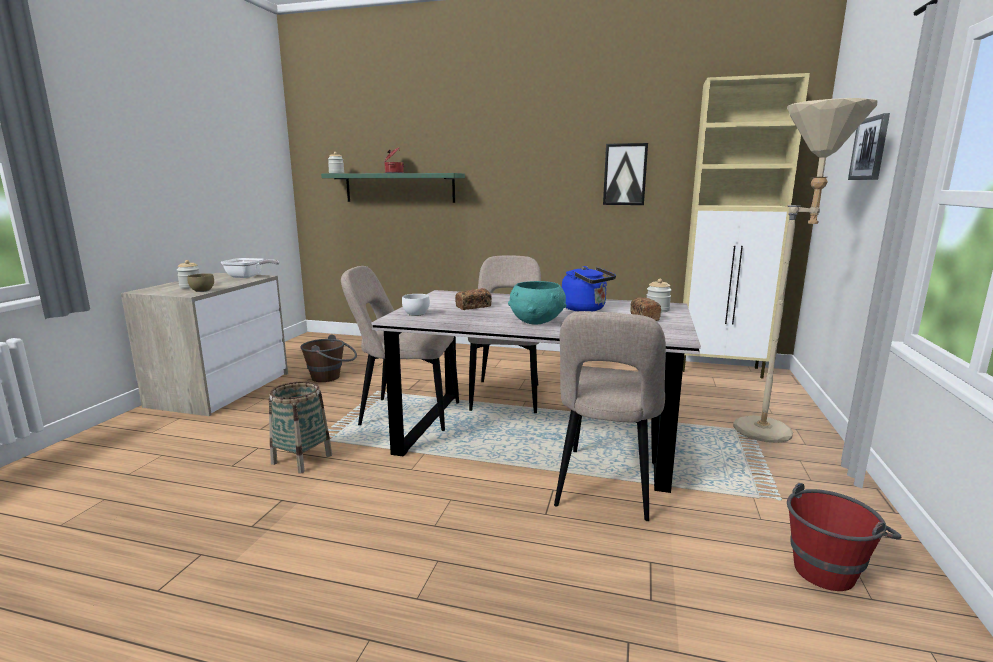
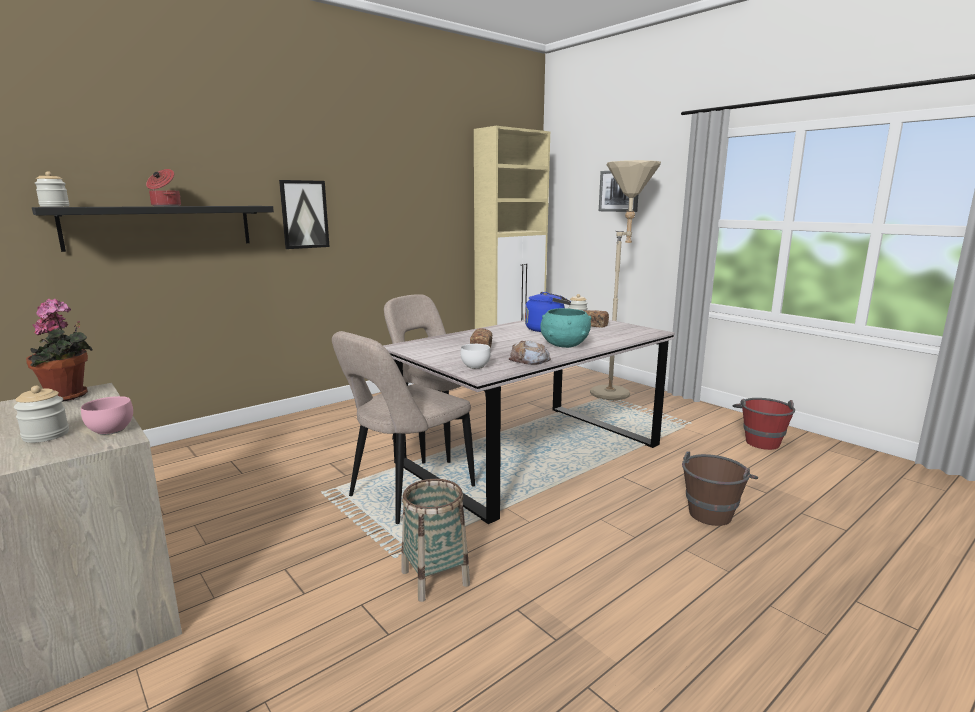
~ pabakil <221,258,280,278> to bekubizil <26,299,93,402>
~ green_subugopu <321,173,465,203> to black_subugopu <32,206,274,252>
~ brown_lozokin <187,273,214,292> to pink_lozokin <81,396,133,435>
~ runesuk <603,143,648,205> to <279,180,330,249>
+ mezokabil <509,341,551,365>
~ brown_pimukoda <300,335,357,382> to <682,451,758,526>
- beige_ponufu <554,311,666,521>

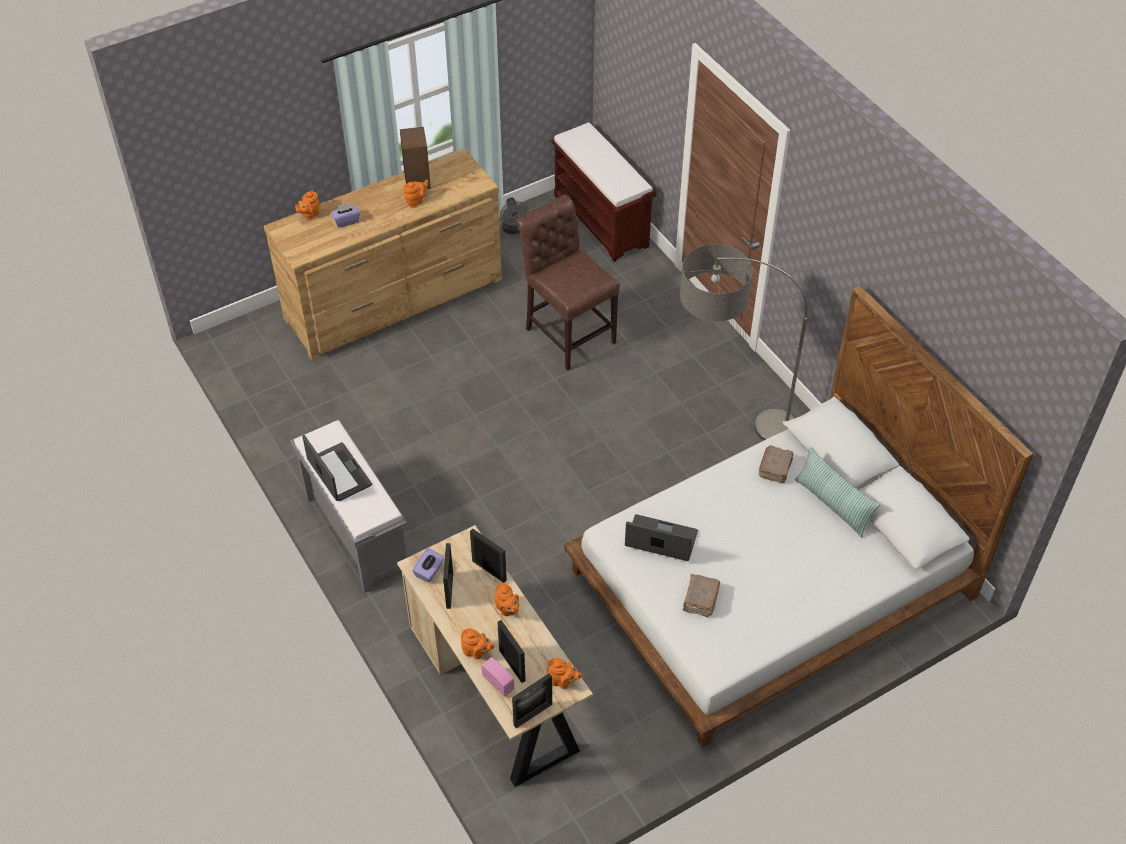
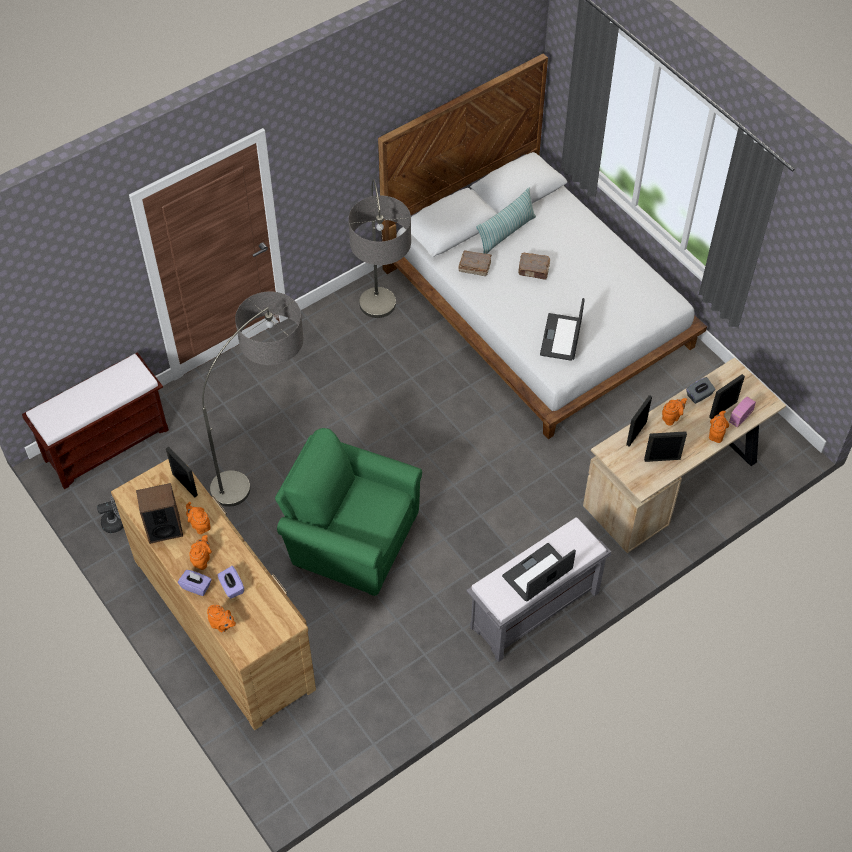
~ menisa <512,673,552,729> to <166,447,198,497>
~ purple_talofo <413,548,444,583> to <178,570,212,596>
~ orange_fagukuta <547,658,582,689> to <189,535,212,570>
~ brown_ponufu <516,195,620,370> to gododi <202,291,304,507>
+ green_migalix <275,428,422,596>
~ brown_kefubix <683,574,720,617> to <518,253,550,280>
+ grey_talofo <686,377,715,404>

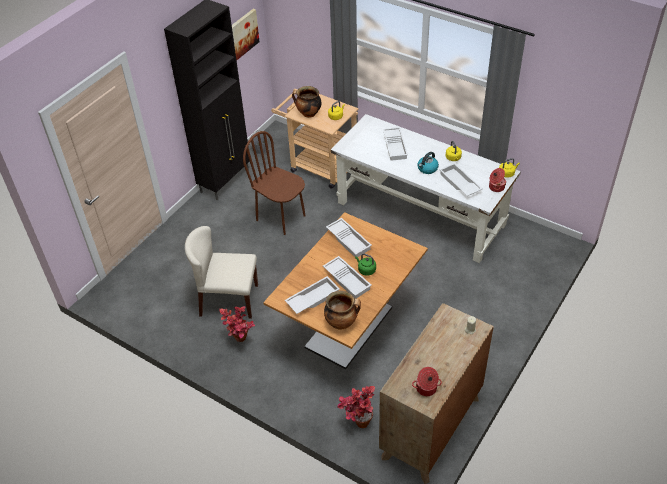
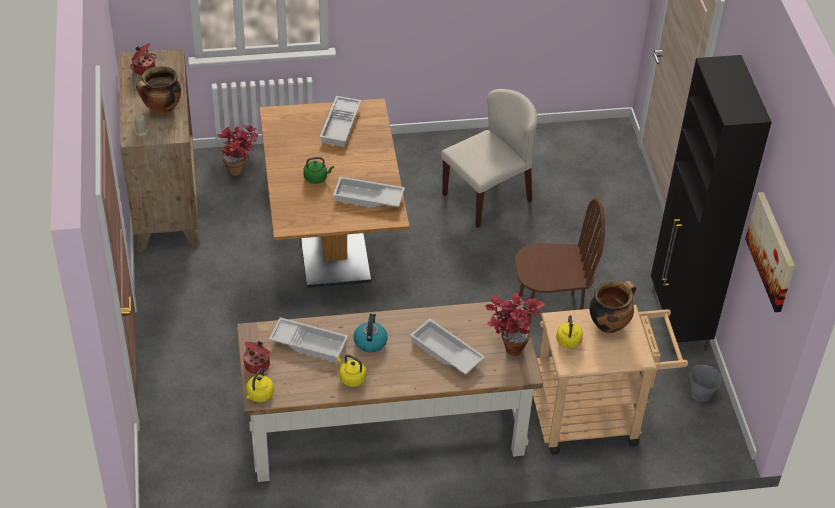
~ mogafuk <324,291,361,329> to <136,66,181,115>
~ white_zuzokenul <331,114,521,263> to brown_zuzokenul <237,299,543,482>
~ bekubizil <219,306,255,342> to <485,293,545,356>
- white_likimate <323,256,372,299>

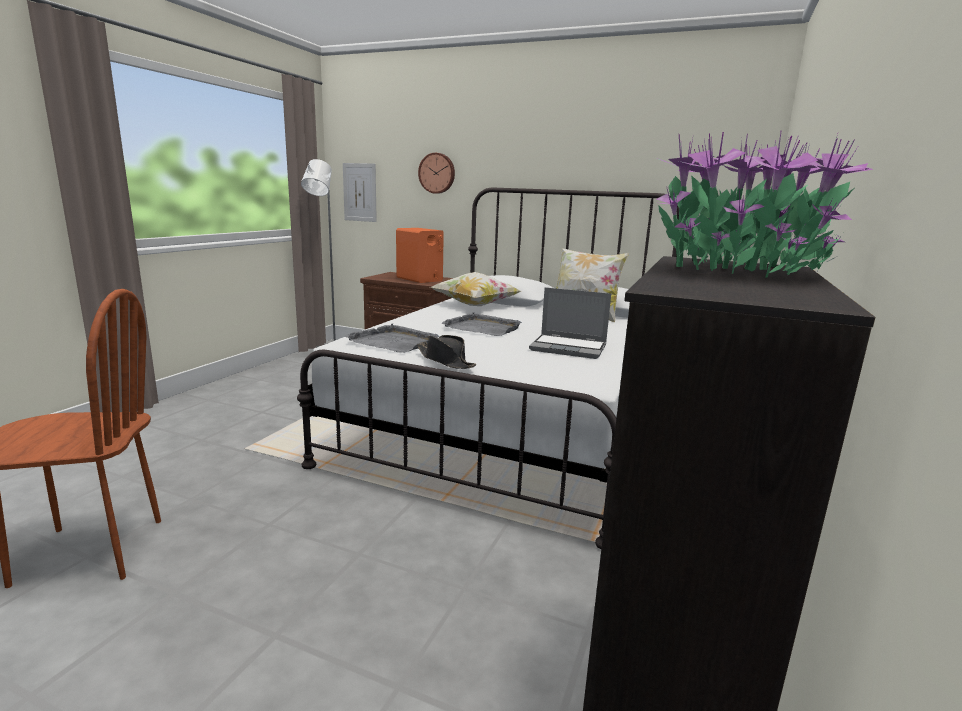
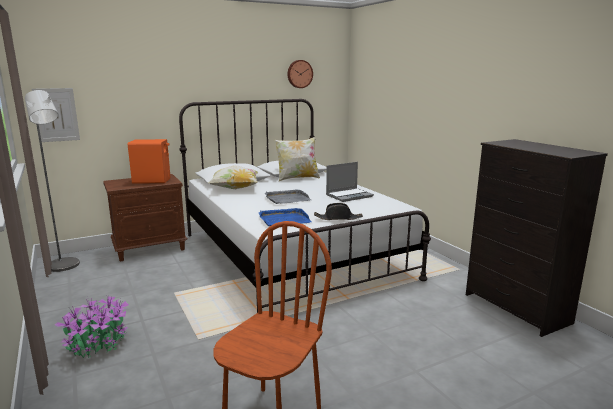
~ bekubizil <656,132,874,277> to <55,297,129,358>
~ grey_likimate <345,323,439,353> to blue_likimate <259,208,311,226>
~ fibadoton <418,153,455,194> to <288,60,313,88>

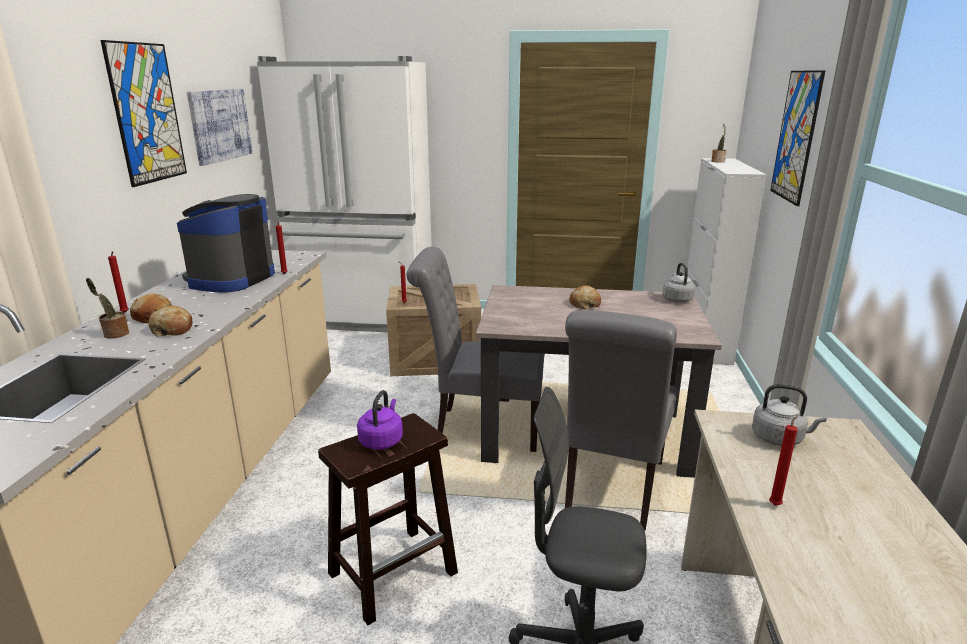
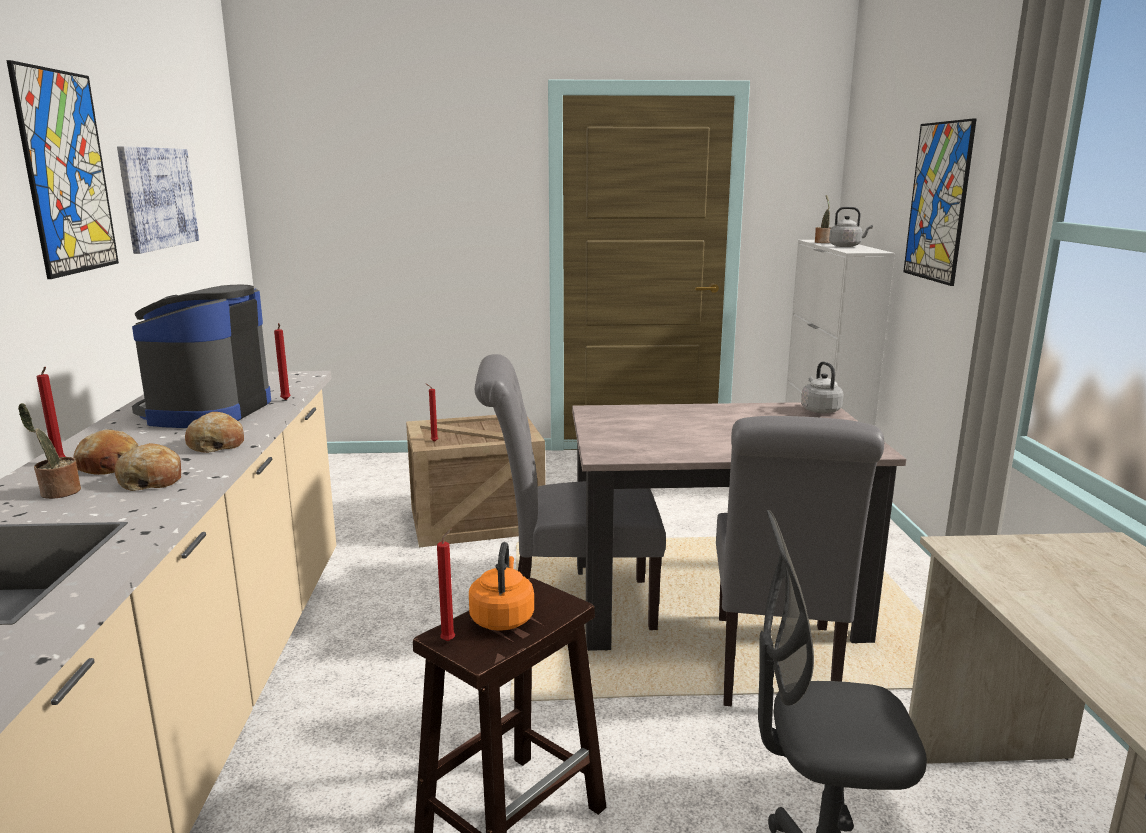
~ mezokabil <569,285,601,309> to <185,412,244,453>
~ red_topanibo <769,414,798,505> to <437,528,455,641>
~ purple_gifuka <357,390,403,450> to orange_gifuka <469,542,534,631>
~ grey_gifuka <752,384,827,446> to <829,207,873,247>
- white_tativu <257,56,432,332>

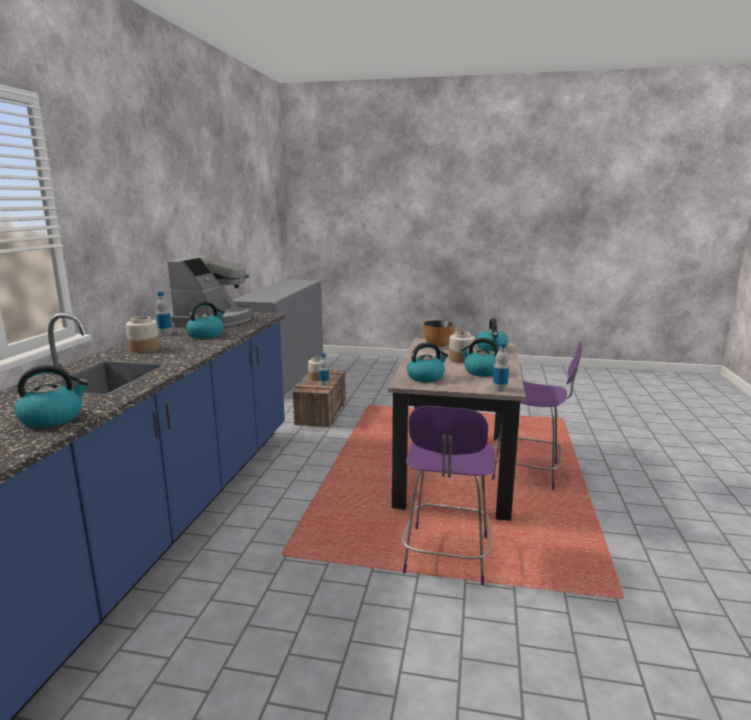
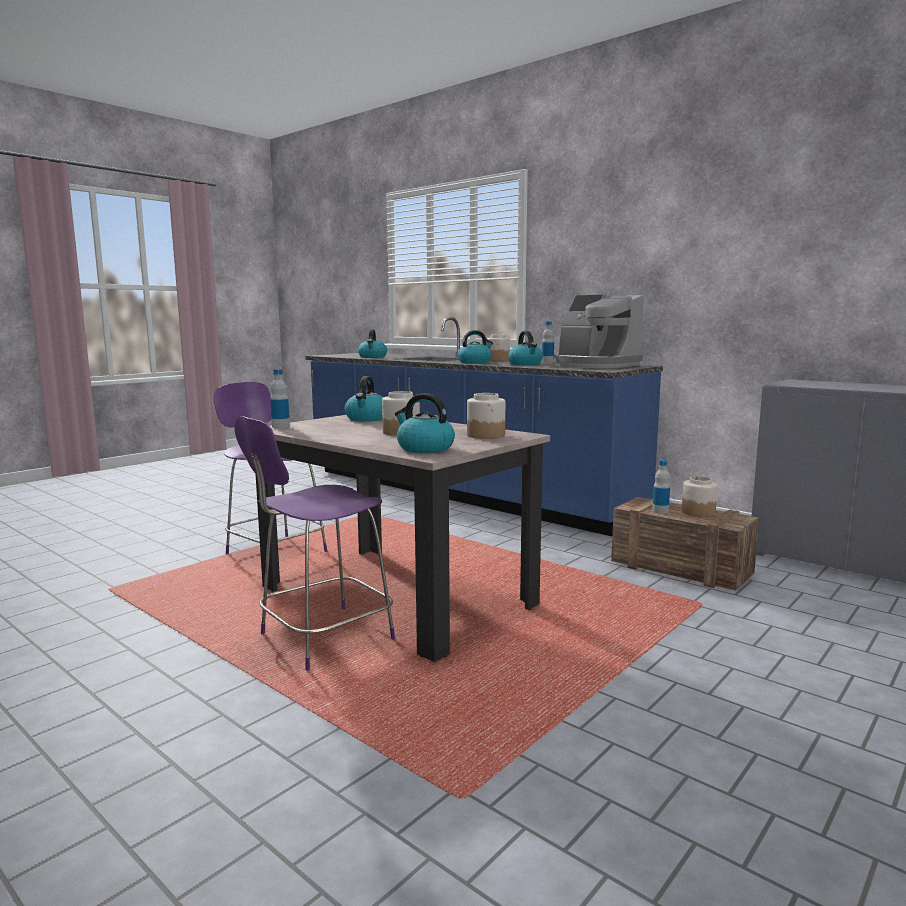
~ gifuka <460,338,499,377> to <458,330,493,364>
~ lozokin <423,320,455,347> to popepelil <467,393,505,439>

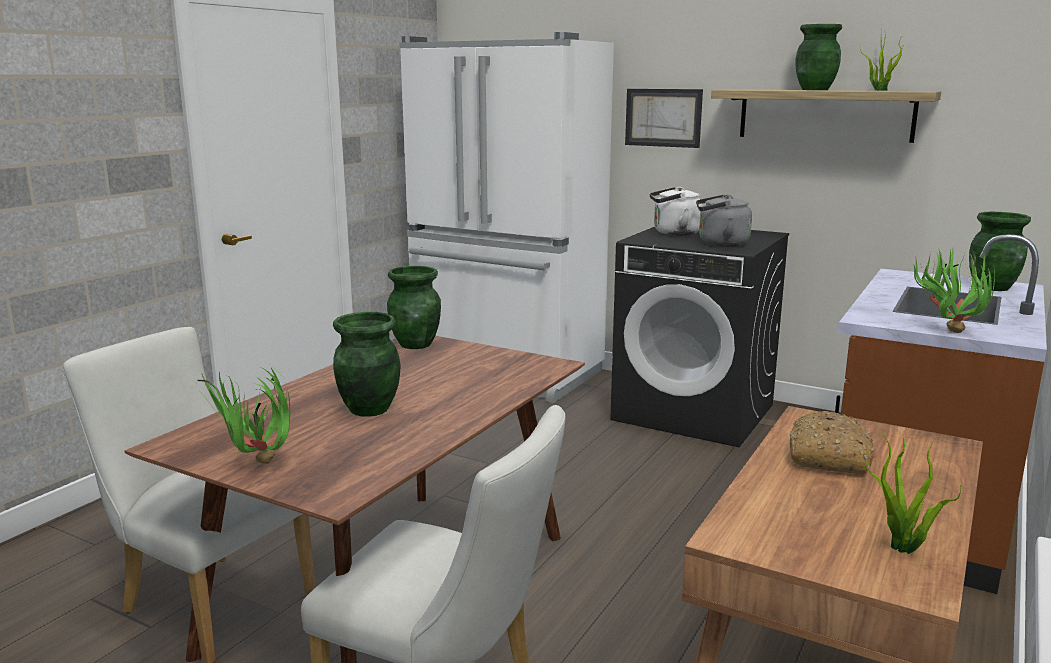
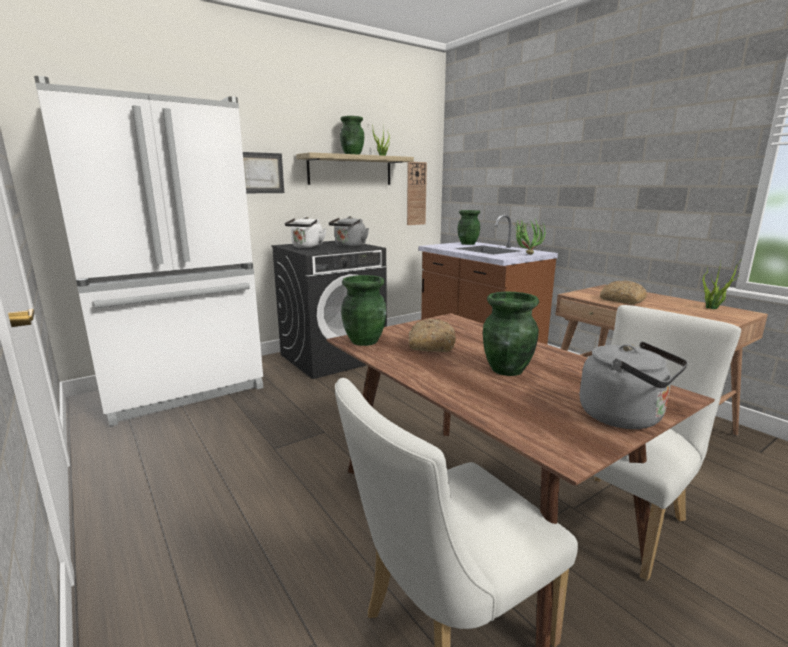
+ fibadoton <407,162,427,225>
+ mezokabil <409,319,456,352>
~ bekubizil <195,364,290,464> to grey_gifuka <580,342,688,429>

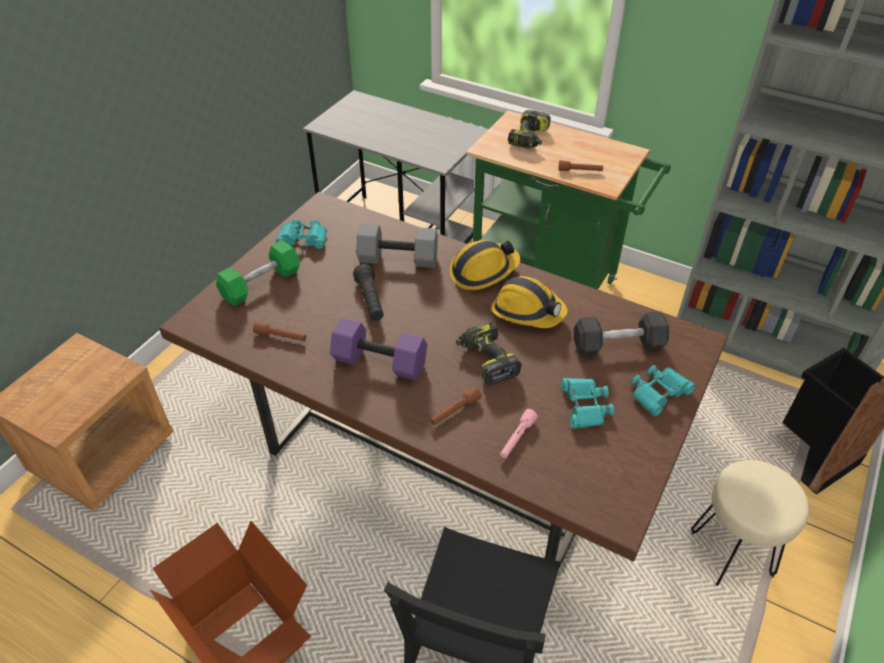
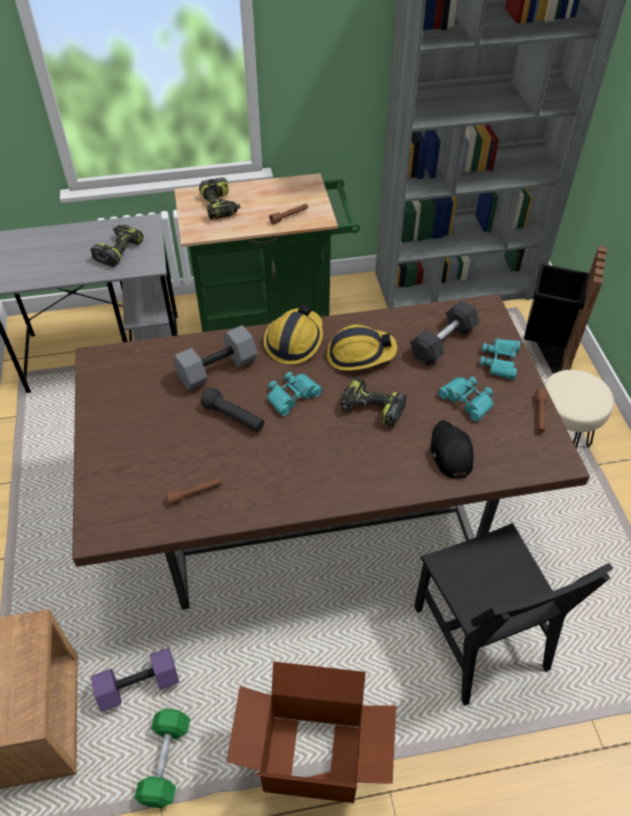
+ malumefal <90,225,143,267>
~ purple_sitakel <330,318,427,381> to <91,648,179,712>
~ green_sitakel <216,240,300,306> to <134,708,190,808>
~ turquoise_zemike <276,219,327,249> to <267,372,323,416>
~ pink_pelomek <500,409,538,458> to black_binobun <430,420,473,478>
~ brown_pelomek <430,387,482,425> to <535,388,547,433>

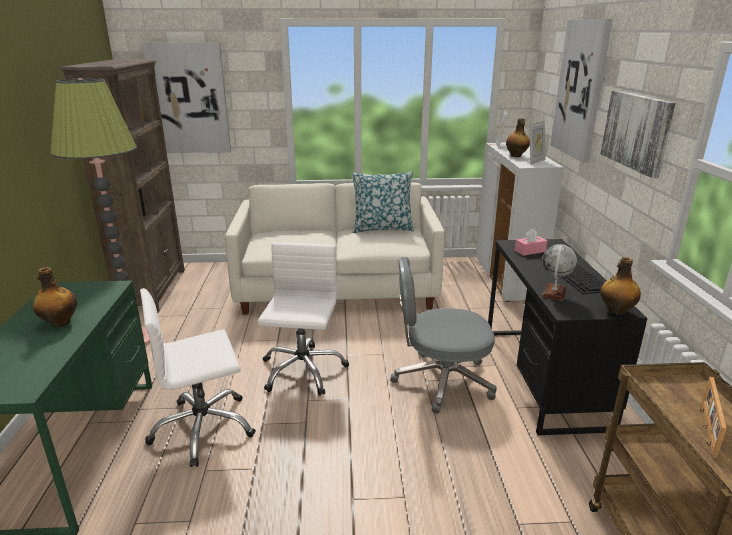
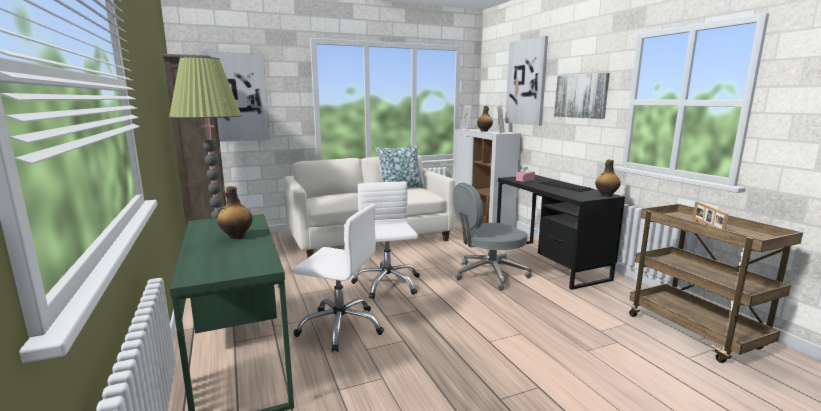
~ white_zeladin <140,288,256,467> = <293,204,384,352> 120 degrees counterclockwise
- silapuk <541,244,577,301>

